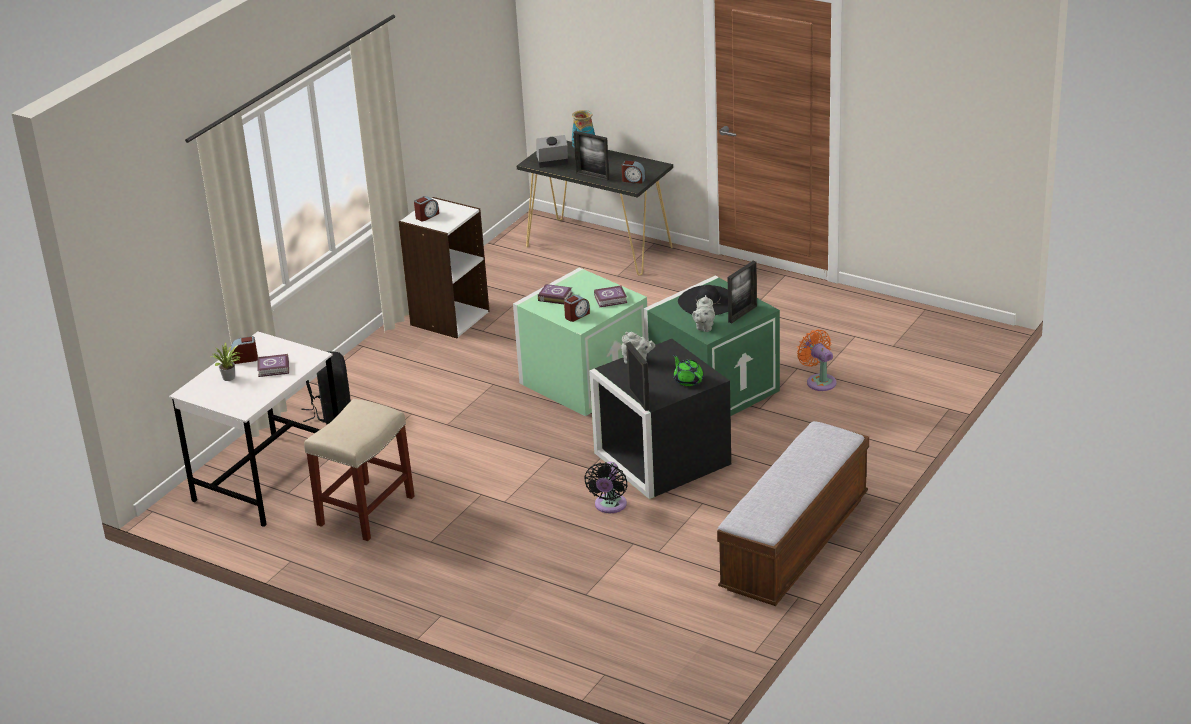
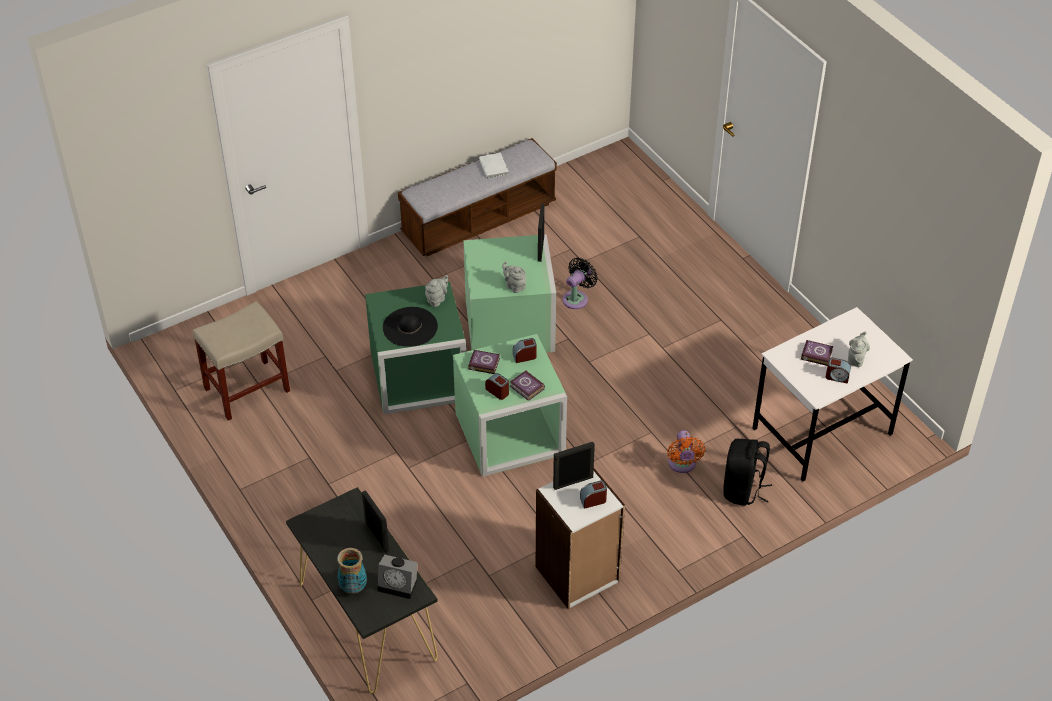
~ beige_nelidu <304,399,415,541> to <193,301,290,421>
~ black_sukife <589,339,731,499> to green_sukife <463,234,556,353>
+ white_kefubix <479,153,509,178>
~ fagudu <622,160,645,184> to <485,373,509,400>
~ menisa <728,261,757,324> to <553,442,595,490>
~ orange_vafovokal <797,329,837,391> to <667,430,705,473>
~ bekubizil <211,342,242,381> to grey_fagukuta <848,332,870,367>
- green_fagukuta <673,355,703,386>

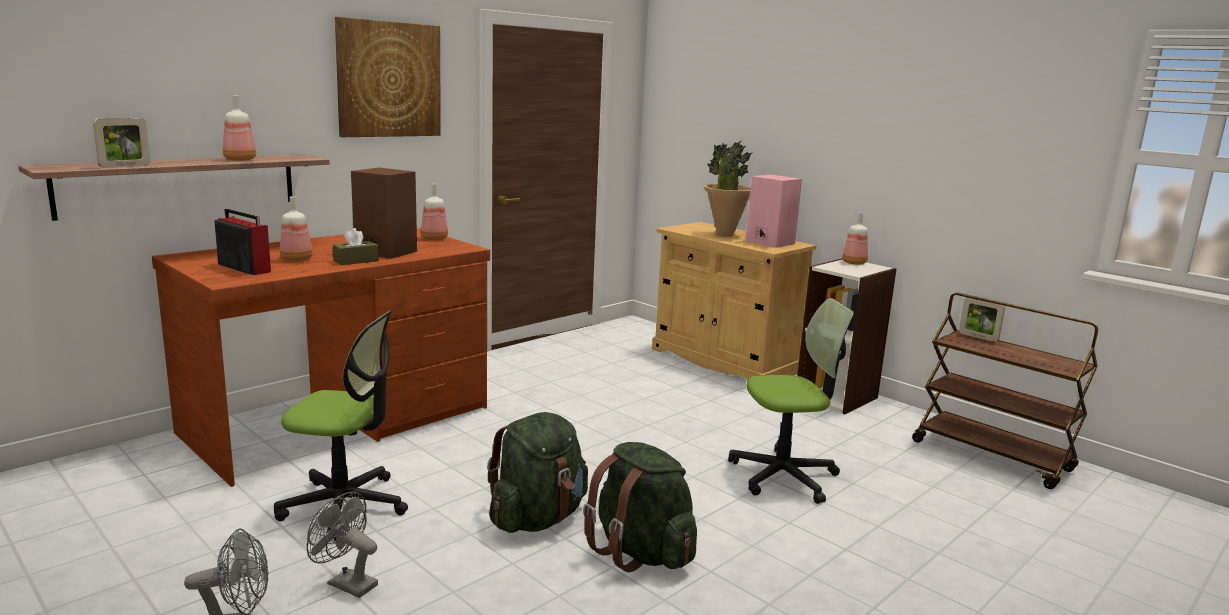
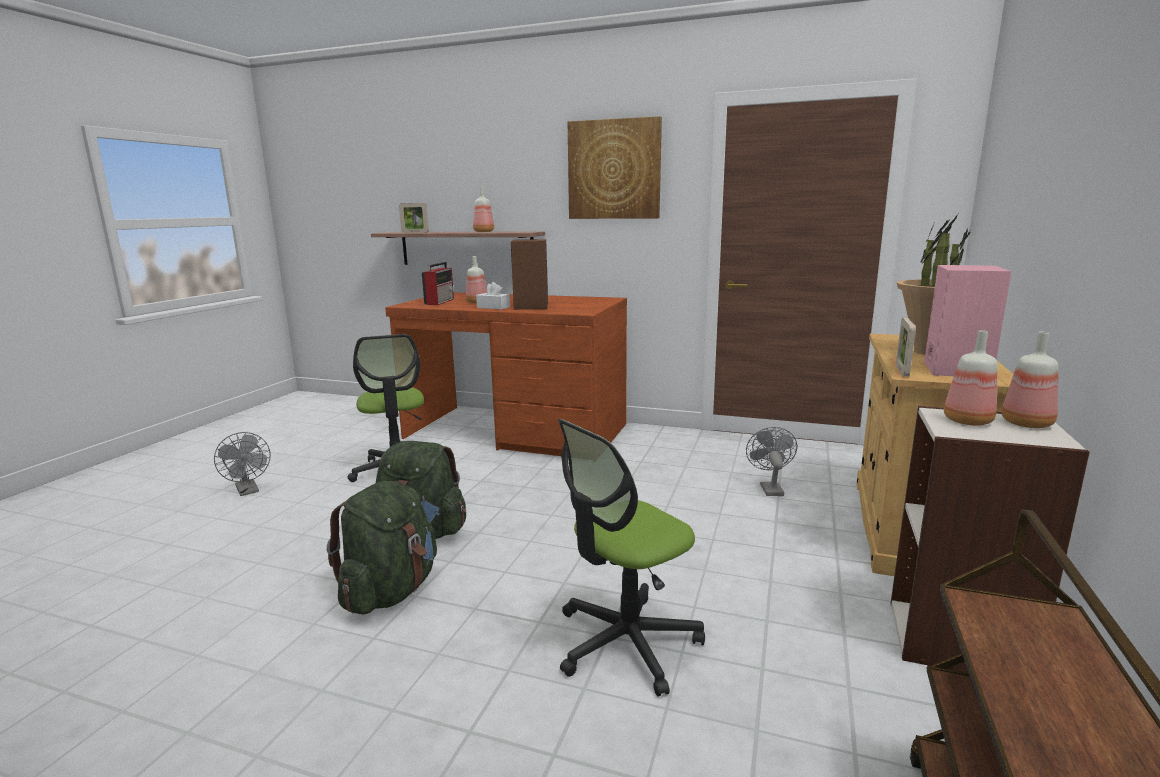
~ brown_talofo <333,228,379,265> to white_talofo <476,282,510,310>
~ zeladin <728,298,854,504> = <558,419,705,697> 90 degrees clockwise
~ grey_vafovokal <307,492,378,598> to <746,427,797,496>
~ menisa <959,297,1005,342> to <896,318,916,377>
~ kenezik <421,184,448,240> to <944,330,998,426>

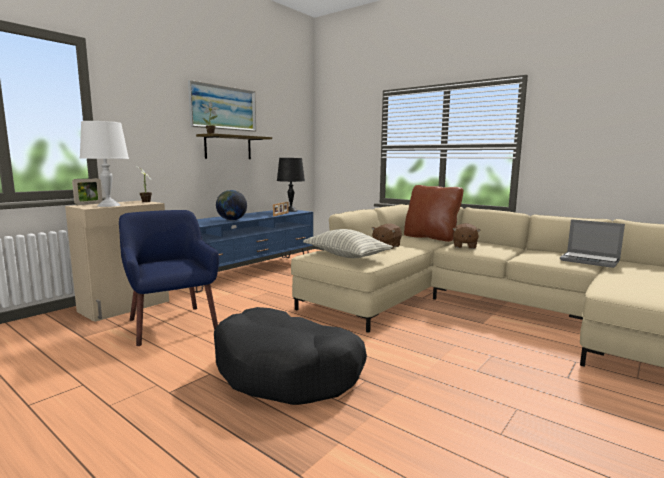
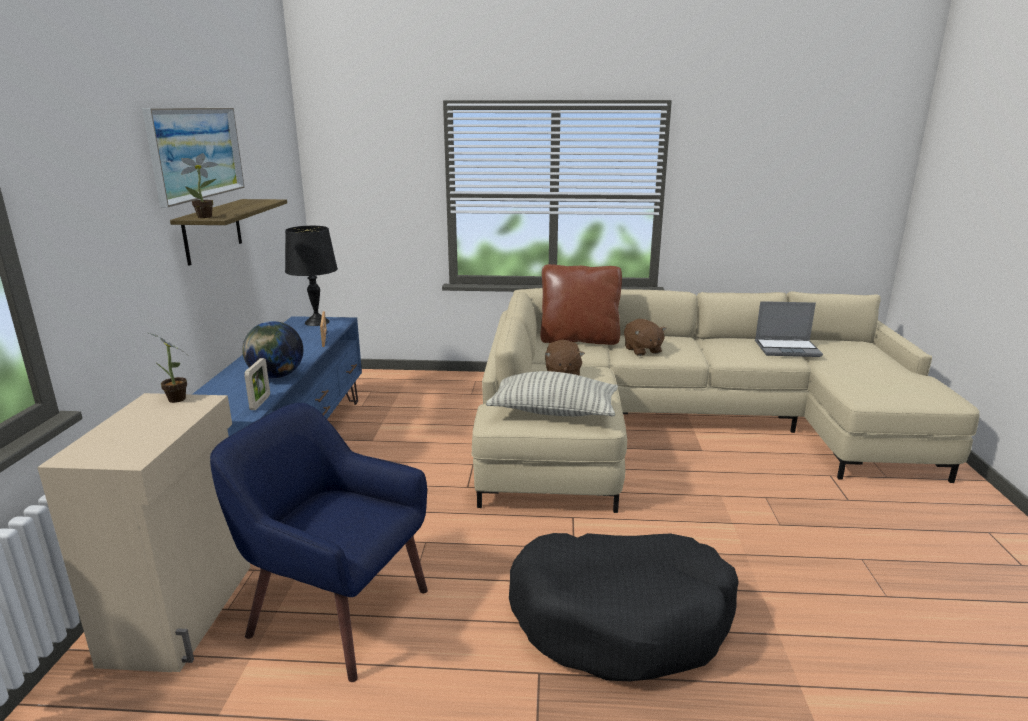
~ menisa <72,178,103,205> to <244,358,270,410>
- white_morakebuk <80,121,129,207>

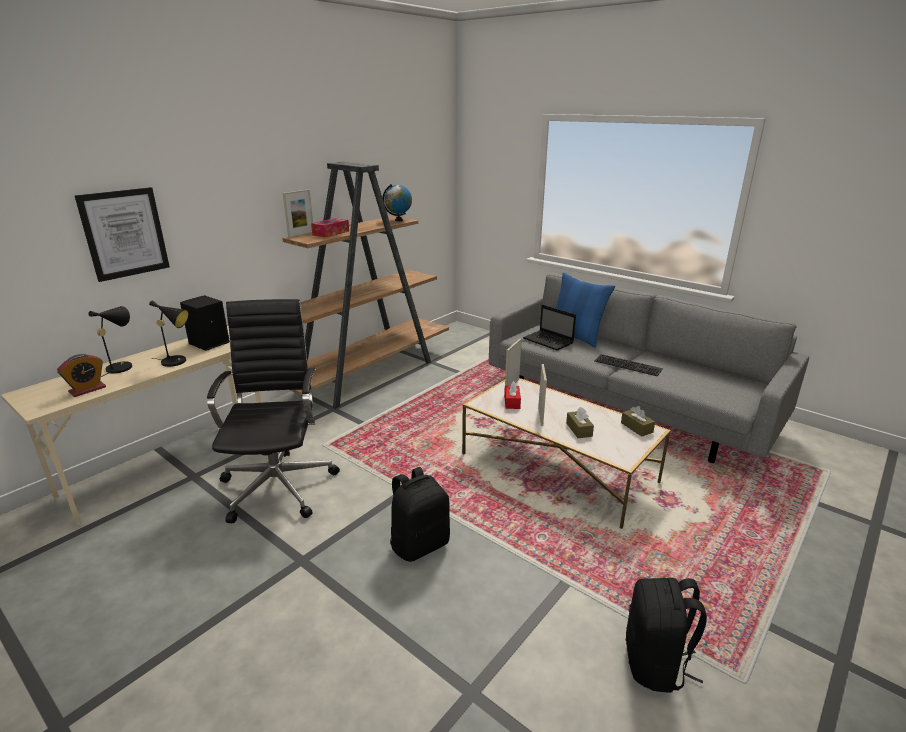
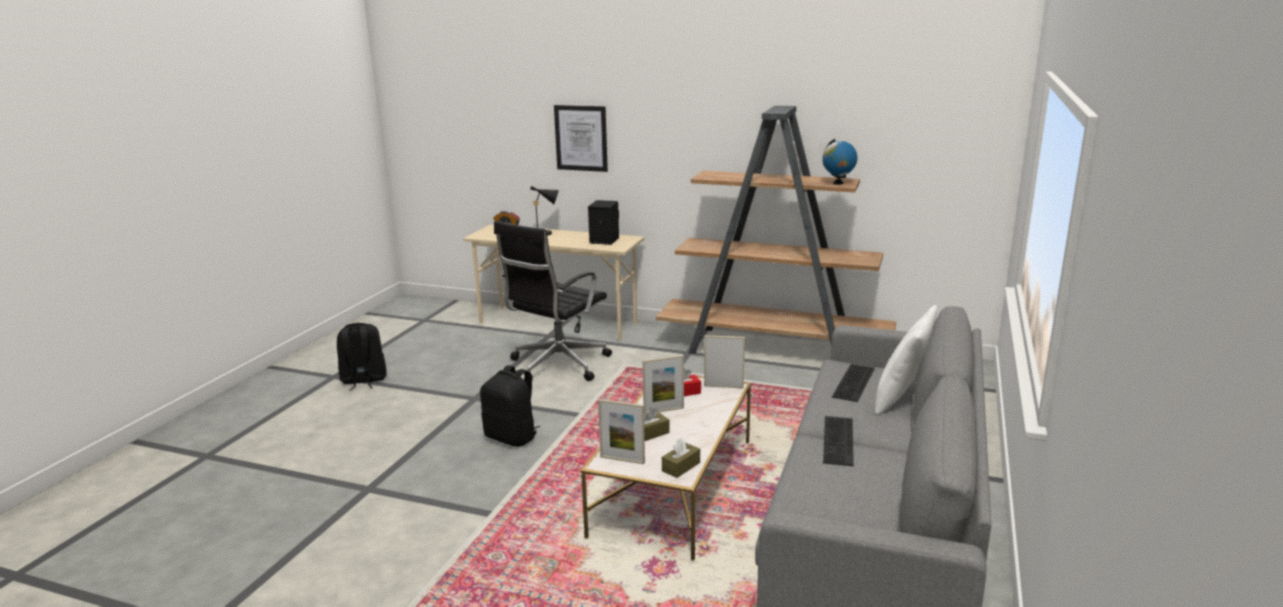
~ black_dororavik <626,578,707,693> to <337,323,387,391>
~ black_zeladin <207,299,340,523> = <494,221,612,381> 150 degrees clockwise
~ menisa <283,189,313,238> to <598,399,645,464>
~ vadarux <523,304,576,351> to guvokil <832,364,875,402>
~ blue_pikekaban <556,272,615,347> to white_pikekaban <875,305,937,415>
- black_morakebuk <149,300,189,367>
- talofo <311,218,349,238>

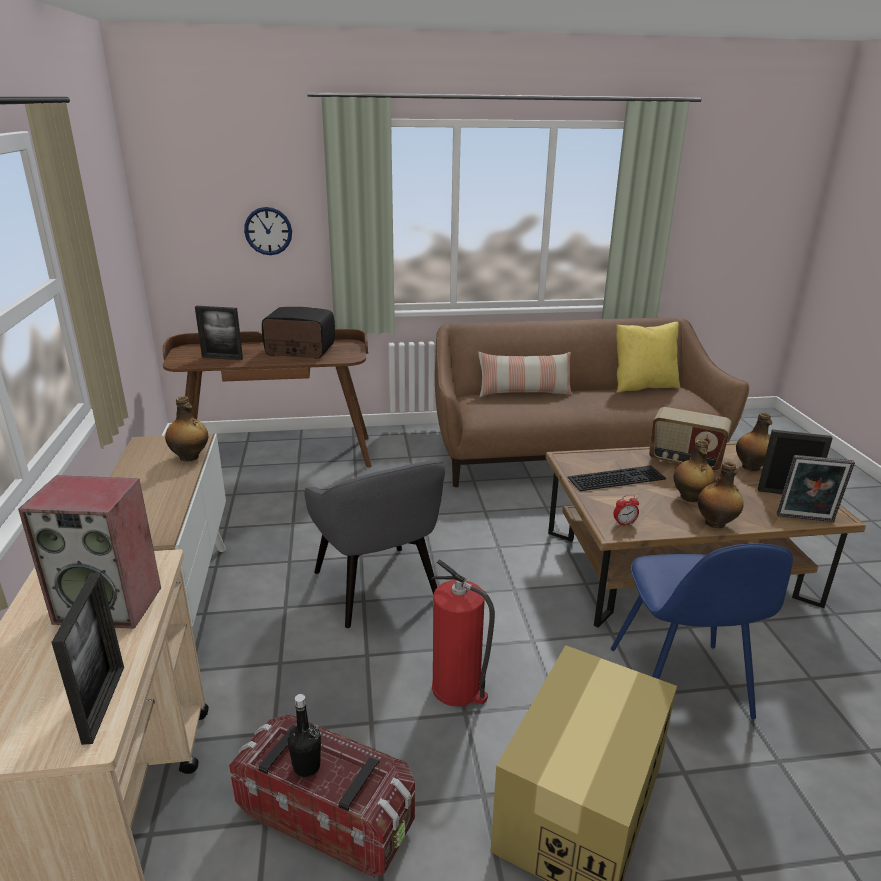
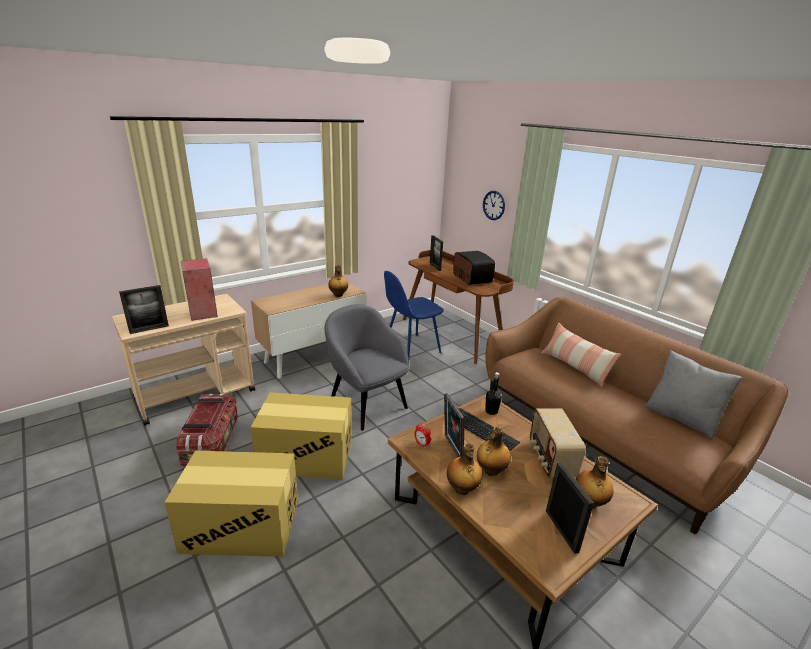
~ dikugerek <431,559,495,707> to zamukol <251,392,352,480>
~ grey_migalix <304,461,445,628> = <325,304,409,431> 105 degrees clockwise
~ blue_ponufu <611,543,793,719> to <384,271,443,358>
~ menisa <777,455,855,522> to <444,393,464,457>
~ black_kenezik <287,694,321,777> to <485,372,502,415>
~ yellow_pikekaban <616,322,680,393> to grey_pikekaban <644,350,742,440>

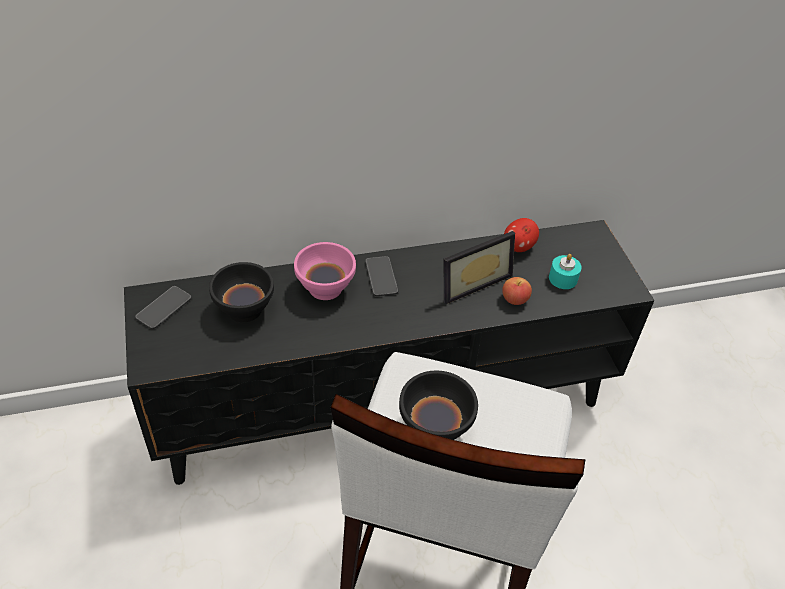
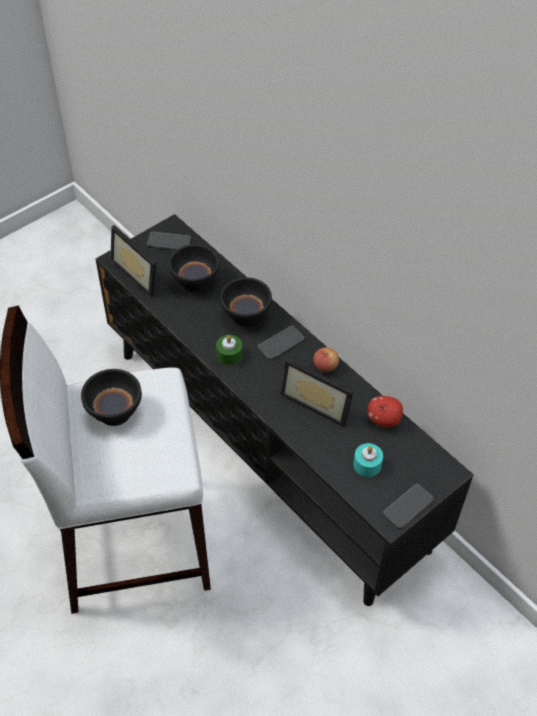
+ menisa <110,225,156,297>
+ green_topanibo <216,335,242,366>
~ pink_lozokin <294,242,356,300> to black_lozokin <220,277,272,327>
~ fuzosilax <502,277,532,305> to <314,347,339,372>
+ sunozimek <383,484,434,529>

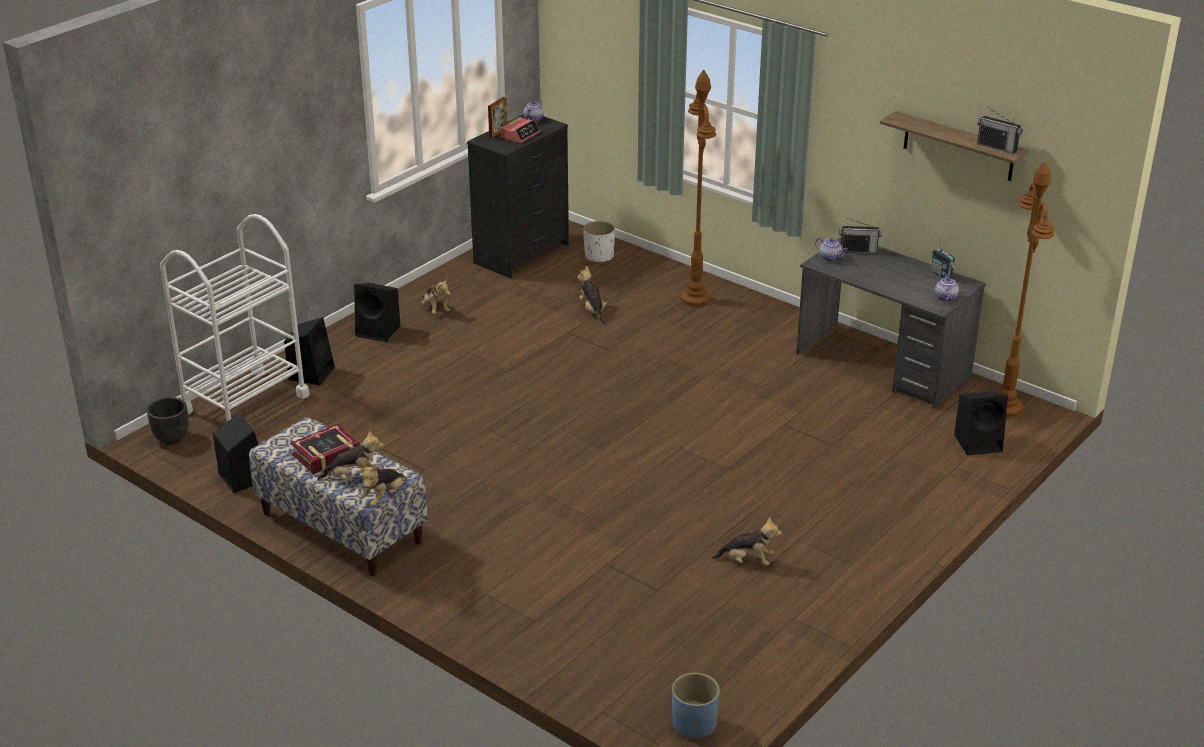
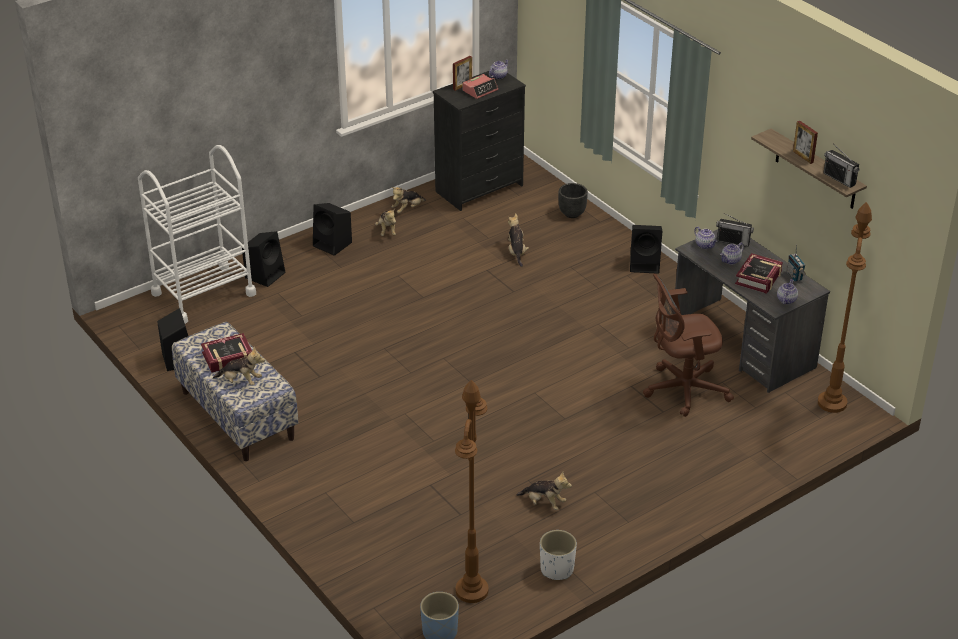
~ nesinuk <359,467,407,506> to <391,187,426,213>
~ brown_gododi <681,70,716,307> to <455,380,488,603>
~ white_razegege <583,221,615,262> to <540,530,577,580>
~ black_razegege <147,397,189,444> to <559,183,588,218>
~ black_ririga <954,391,1008,455> to <630,225,662,274>
+ brown_zeladin <643,273,734,417>
+ fagukuta <720,243,744,264>
+ kefubix <735,253,783,294>
+ menisa <793,121,818,164>

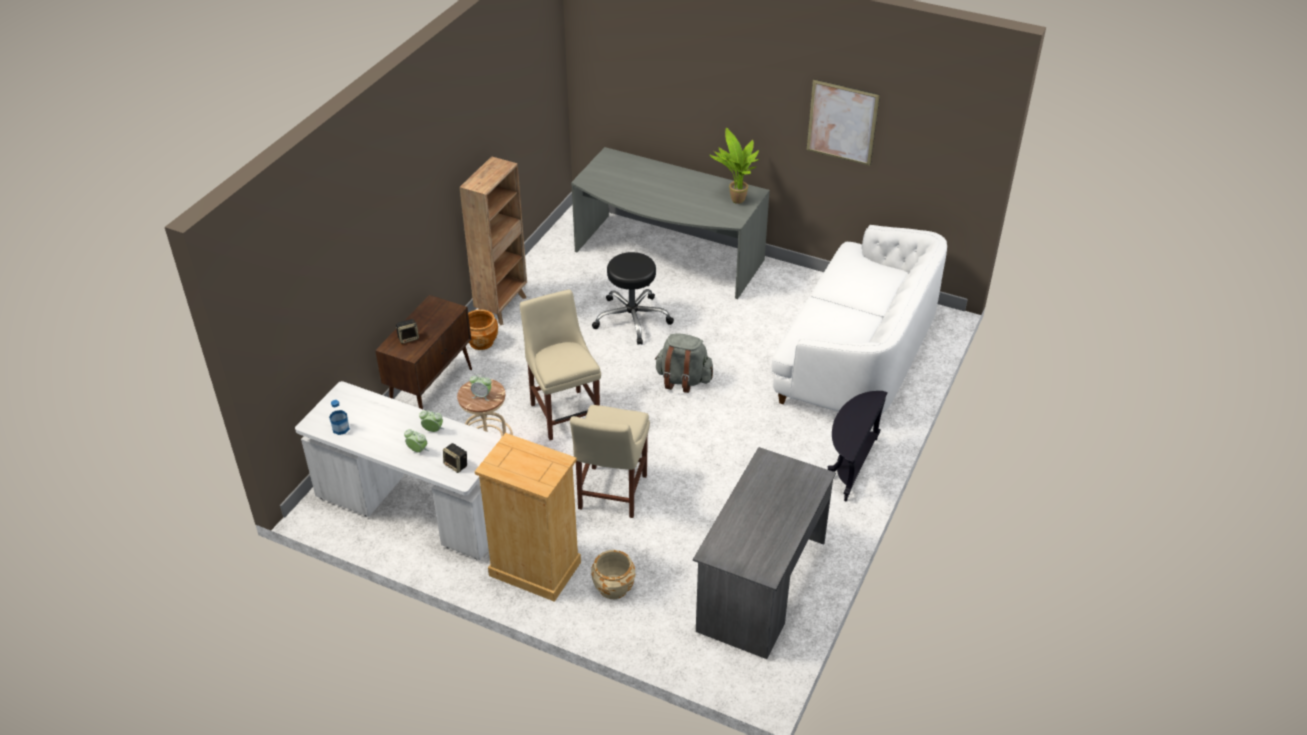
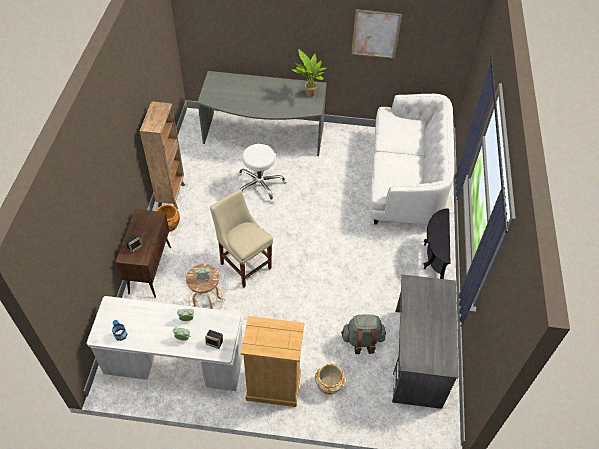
~ black_nelidu <592,252,674,345> to white_nelidu <237,144,287,203>
~ grey_dororavik <655,333,713,393> to <341,314,386,354>
- beige_ponufu <570,405,650,518>

